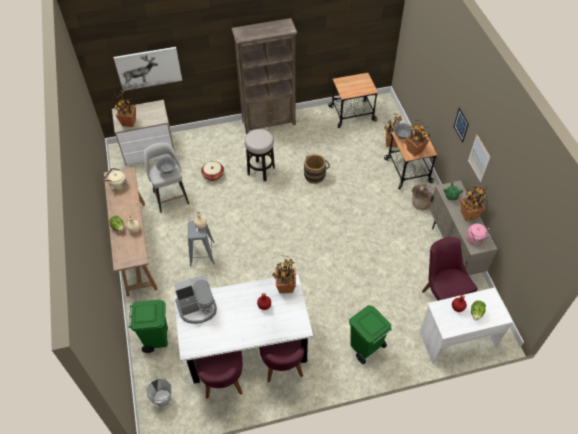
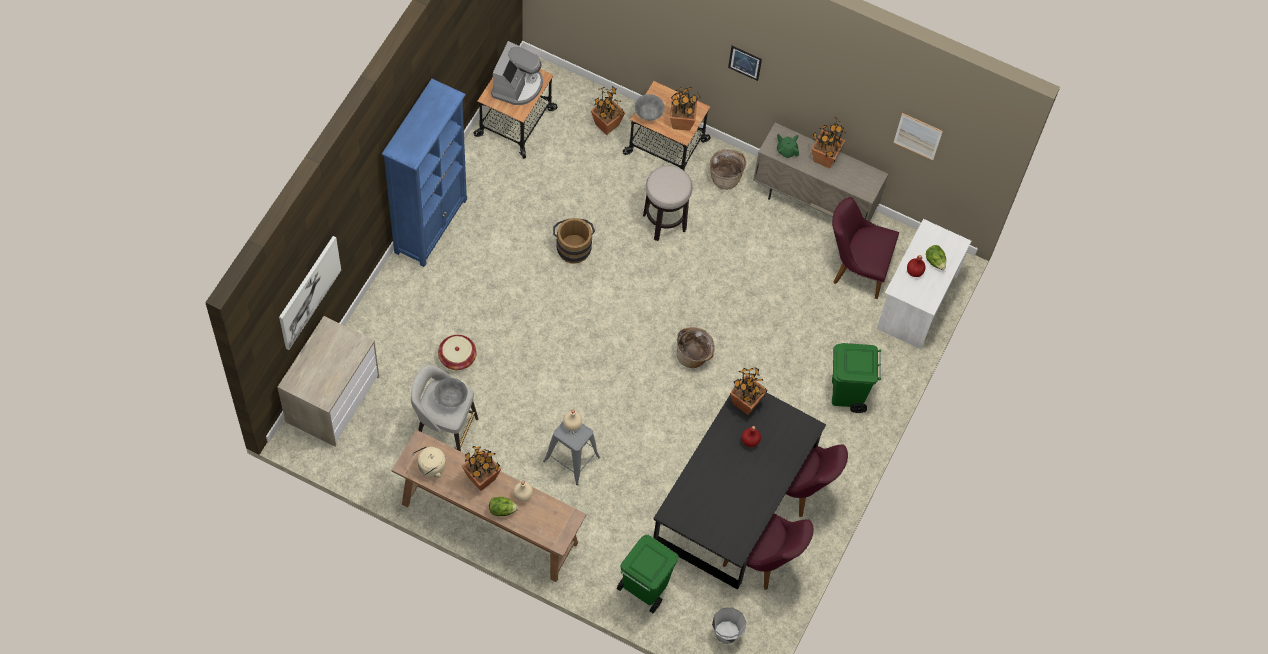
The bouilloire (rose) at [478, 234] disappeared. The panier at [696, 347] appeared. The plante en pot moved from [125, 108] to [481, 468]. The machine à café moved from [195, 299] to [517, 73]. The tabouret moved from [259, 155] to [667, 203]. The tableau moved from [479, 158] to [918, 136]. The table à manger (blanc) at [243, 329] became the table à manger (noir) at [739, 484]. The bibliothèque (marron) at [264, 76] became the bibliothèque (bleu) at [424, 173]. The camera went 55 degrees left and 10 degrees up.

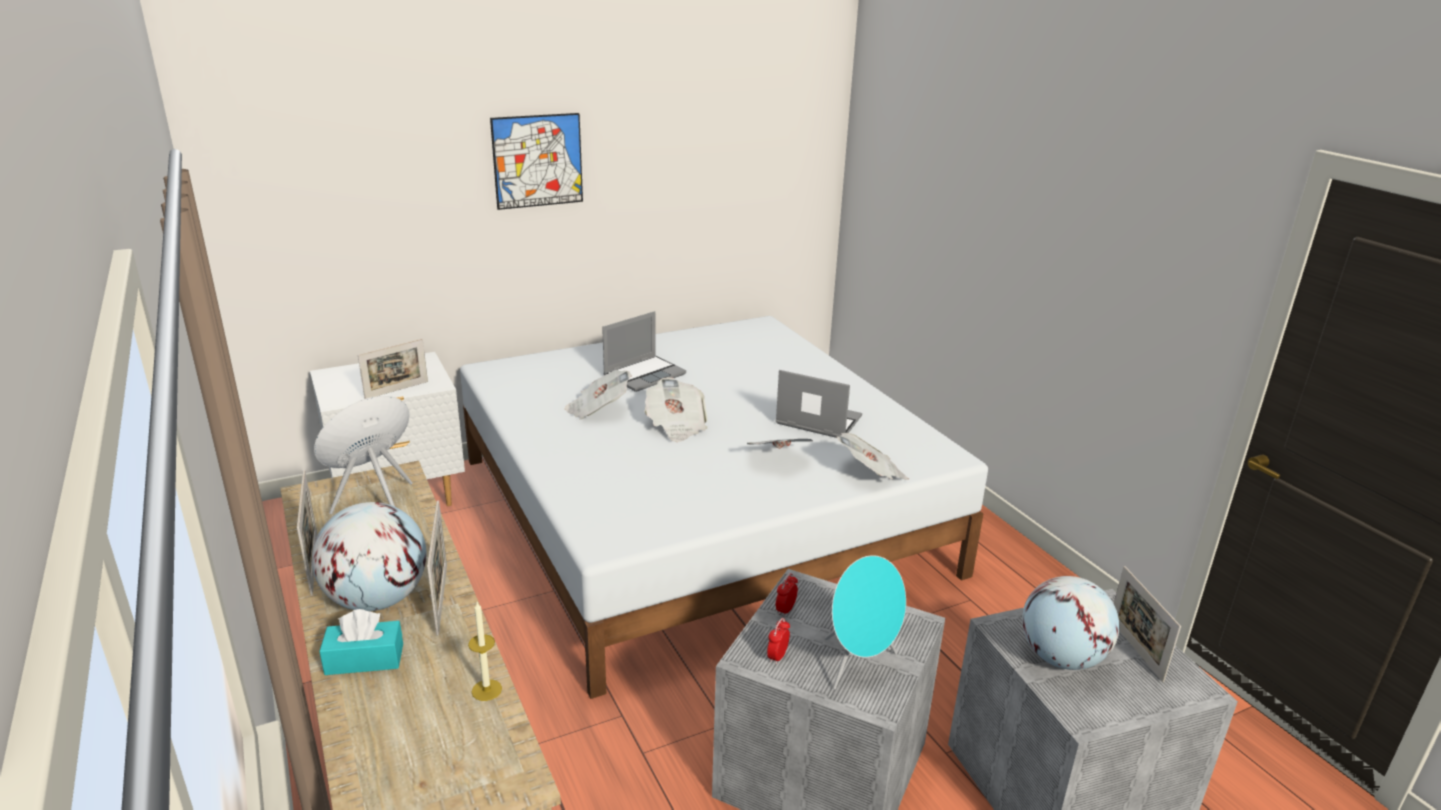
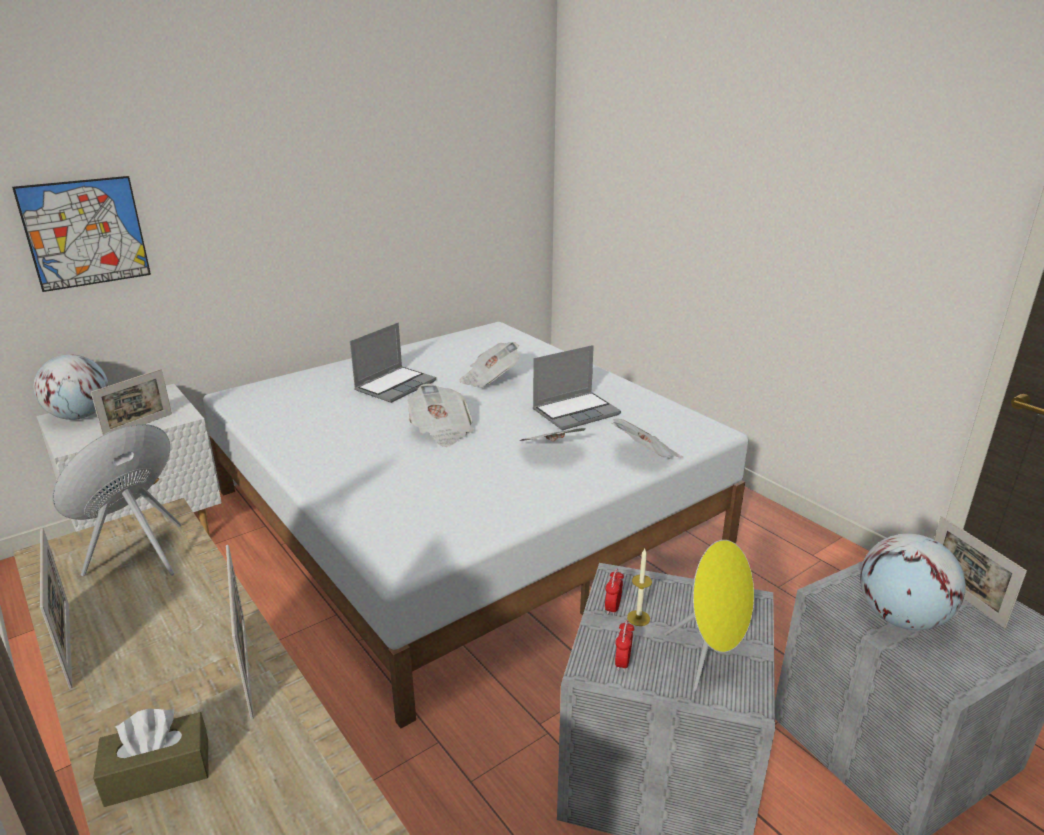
The globe moved from [369, 556] to [70, 387]. The bougie moved from [485, 651] to [639, 587]. The tableau moved from [536, 161] to [81, 234]. The journal moved from [598, 395] to [490, 365]. The boîte à mouchoirs (turquoise) at [361, 642] became the boîte à mouchoirs (marron) at [150, 757]. The enceinte (turquoise) at [865, 622] became the enceinte (jaune) at [709, 615]. The ordinateur portable at [818, 404] turned 135 degrees clockwise. The camera went 10 degrees left and 0 degrees up.

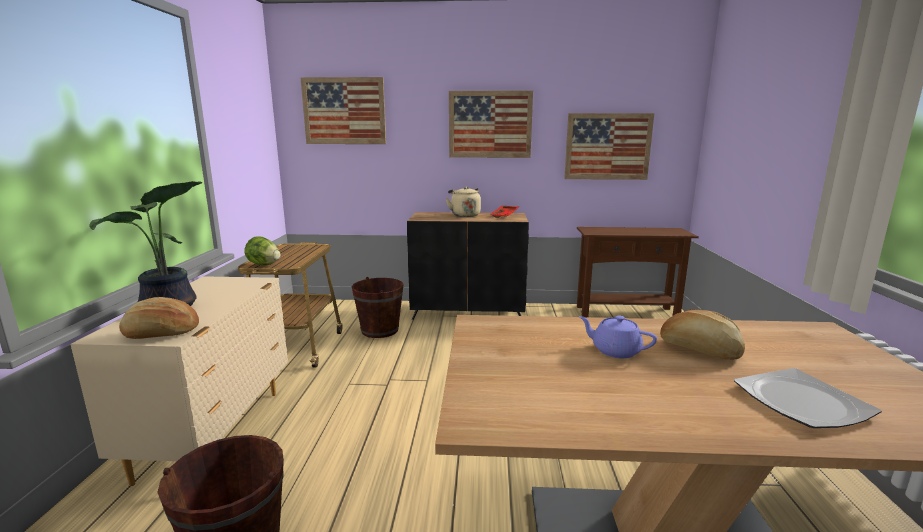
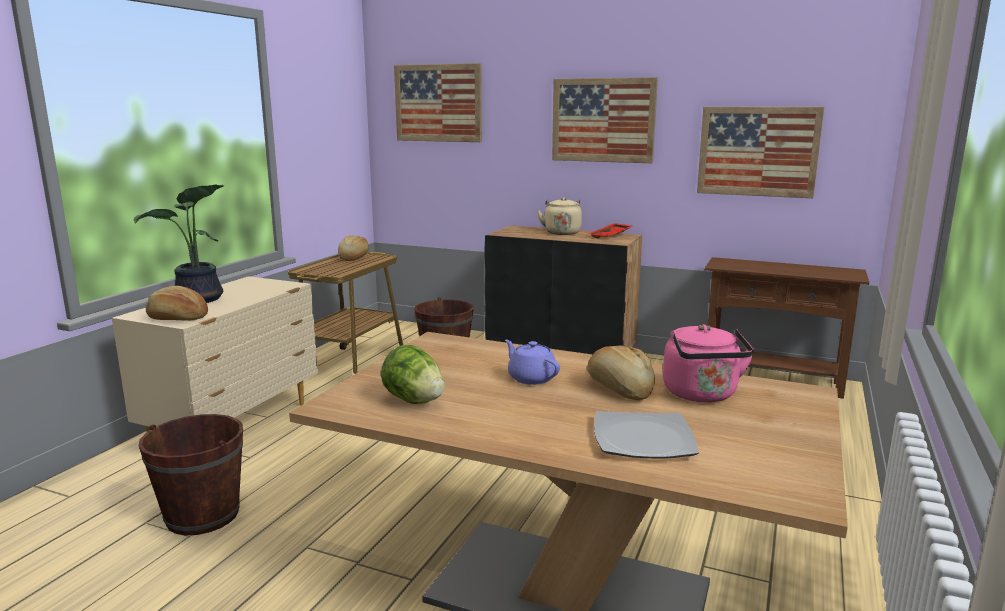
The pain at [353, 248] appeared. The bouilloire (rose) at [709, 363] appeared. The laitue moved from [262, 250] to [413, 374]. The camera went 20 degrees right and 0 degrees up.

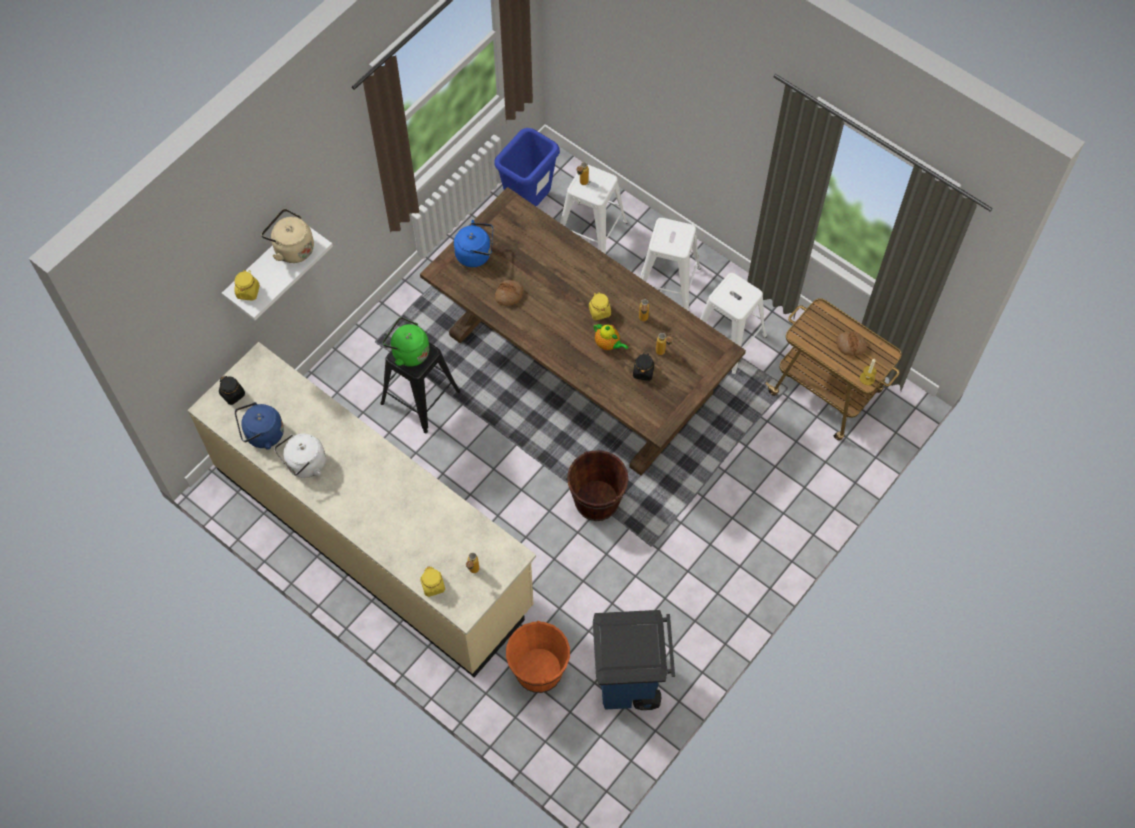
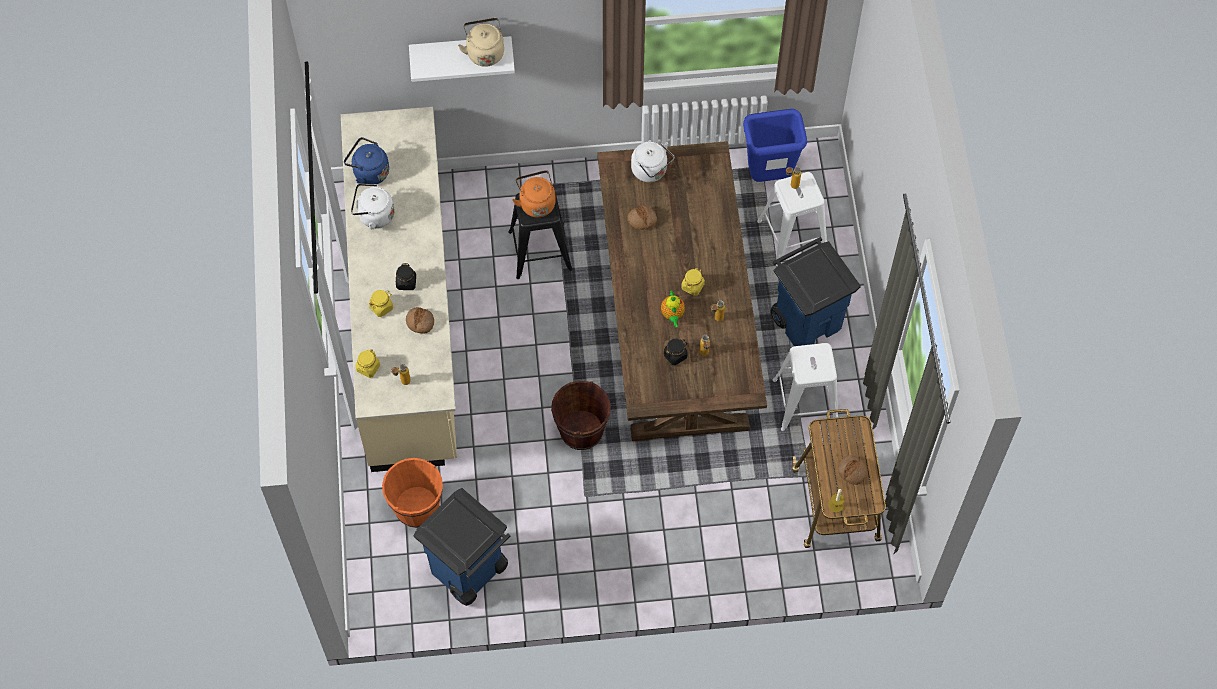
The pain at [420, 320] appeared. The bocal (noir) moved from [232, 390] to [406, 276]. The bocal (jaune) moved from [247, 285] to [381, 303]. The tabouret (blanc) at [671, 264] was replaced by the poubelle (bleu) at [815, 291]. The bouilloire (vert) at [406, 341] became the bouilloire (orange) at [534, 193]. The bouilloire (bleu) at [473, 243] became the bouilloire (blanc) at [652, 162]. The camera went 45 degrees right and 0 degrees up.

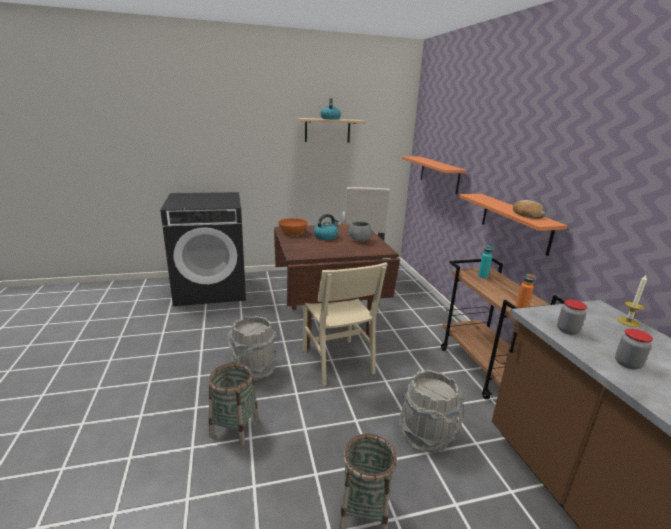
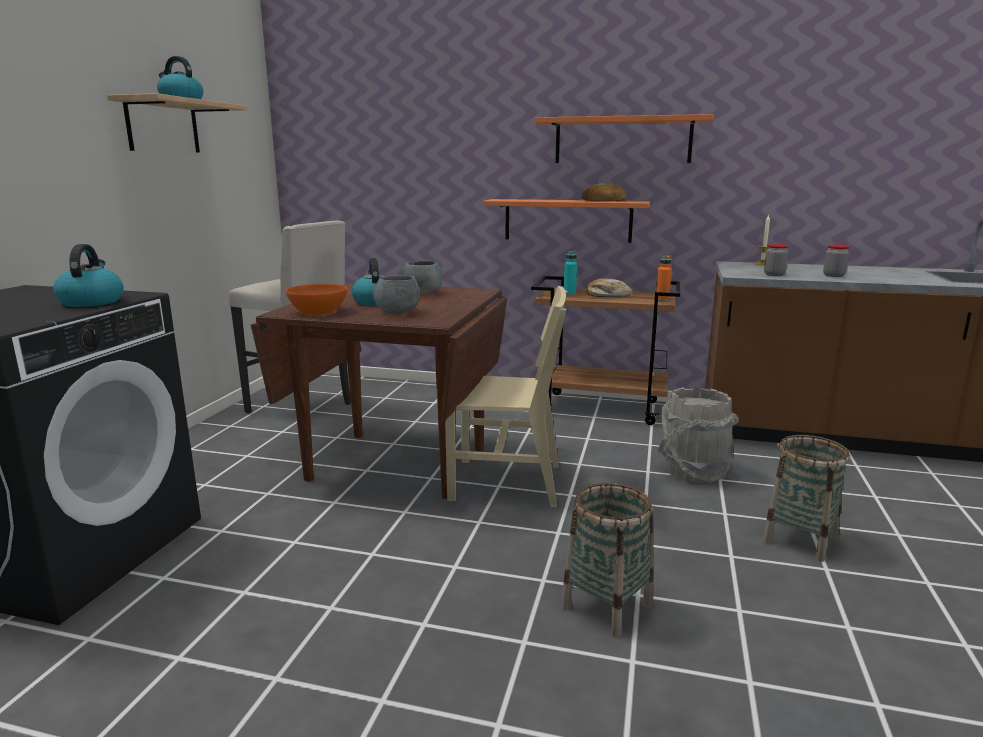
The seau (gris) at [252, 348] disappeared. The bouilloire at [88, 275] appeared. The bol (gris) at [397, 294] appeared. The pain at [609, 288] appeared. The étagère (orange) moved from [434, 175] to [624, 138]. The camera went 60 degrees left and 5 degrees down.

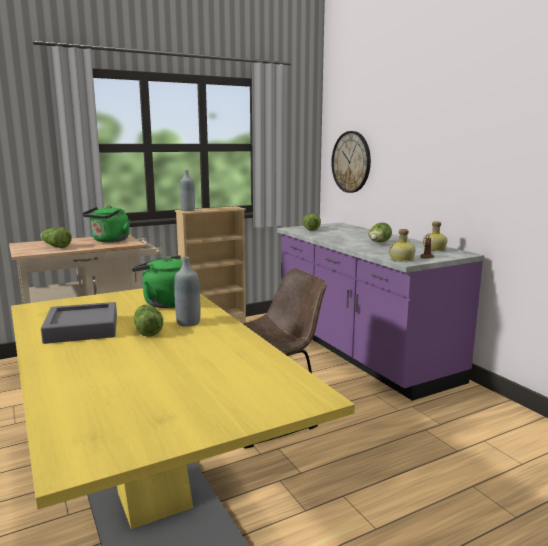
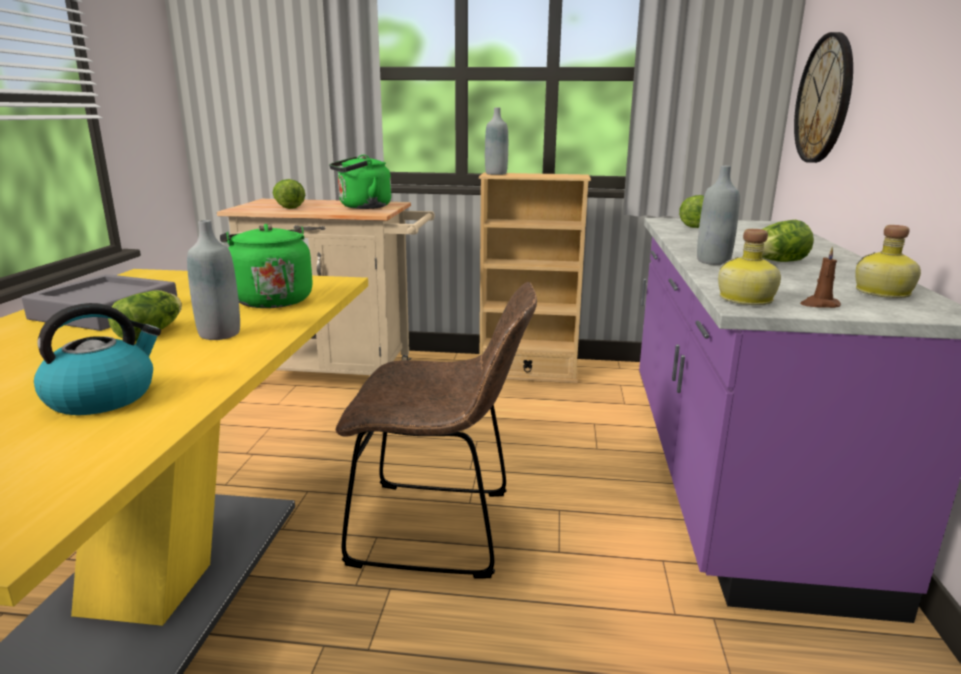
The bouilloire at [97, 359] appeared. The bouteille (gris) at [718, 215] appeared. The camera went 35 degrees right and 5 degrees up.

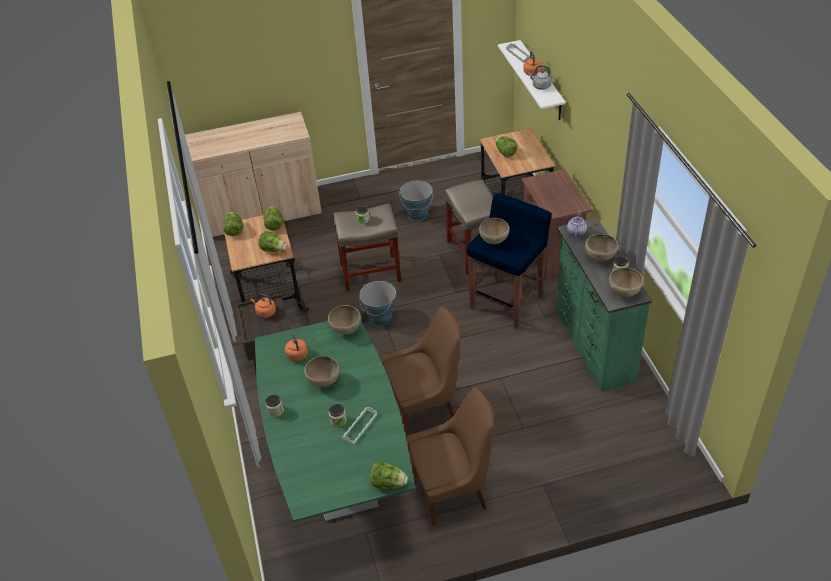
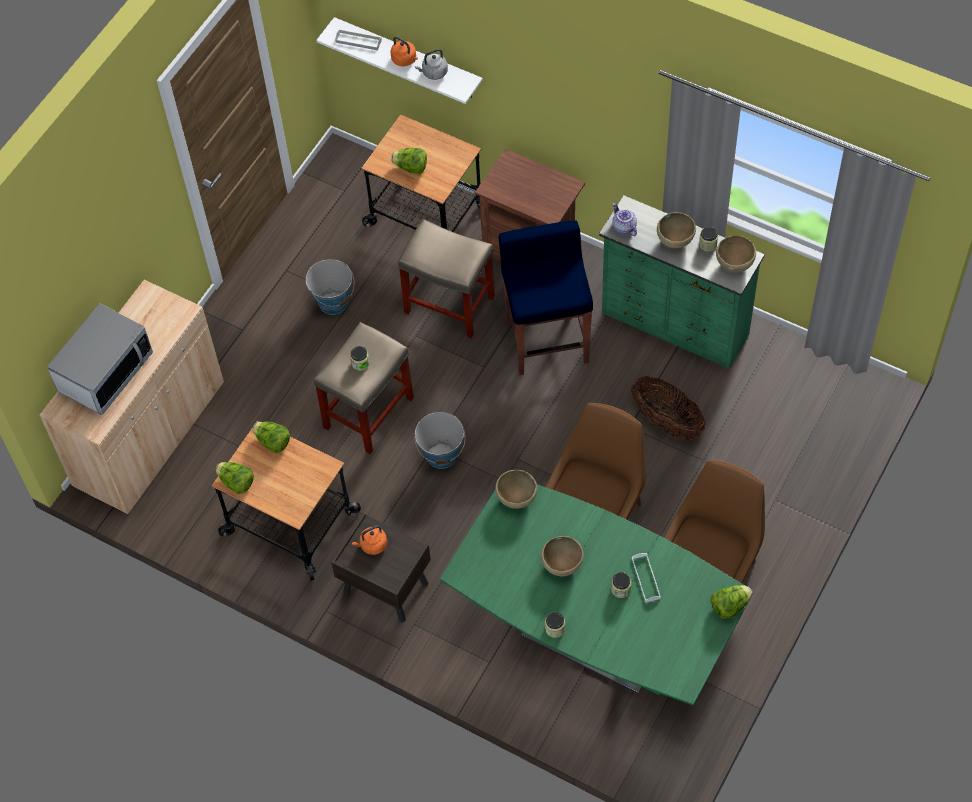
The laitue at [272, 241] disappeared. The bouilloire (orange) at [296, 346] disappeared. The bol (marron) at [494, 231] disappeared. The micro-ondes at [100, 359] appeared. The panier at [668, 408] appeared. The camera went 45 degrees left and 15 degrees up.

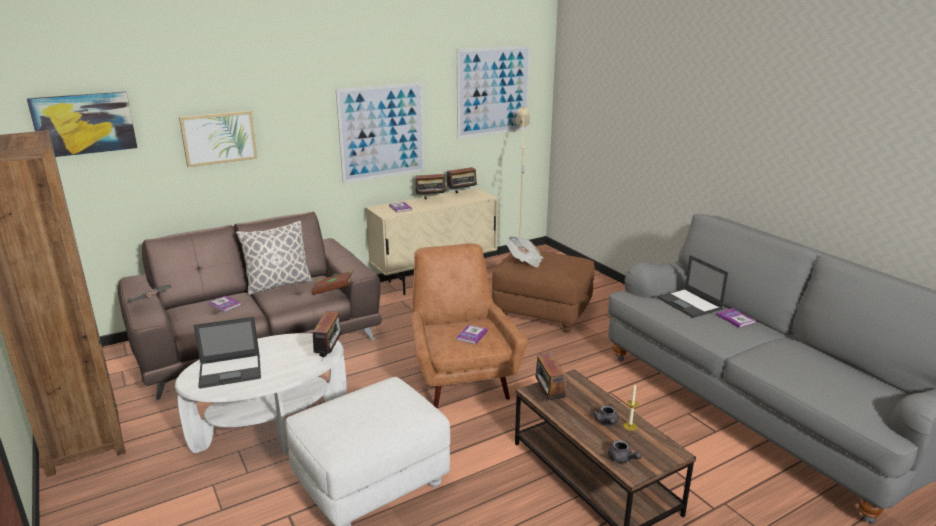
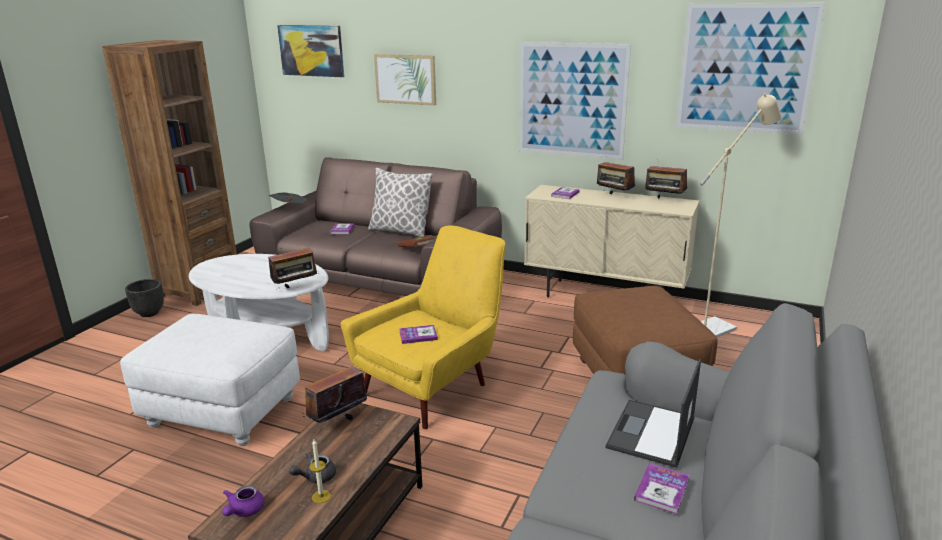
The ordinateur portable at [227, 353] disappeared. The journal at [525, 251] disappeared. The cache-pot (noir) at [144, 298] appeared. The fauteuil (marron) at [469, 326] became the fauteuil (jaune) at [423, 327]. The théière (gris) at [625, 451] became the théière (violet) at [243, 501]. The camera went 55 degrees right and 0 degrees up.

